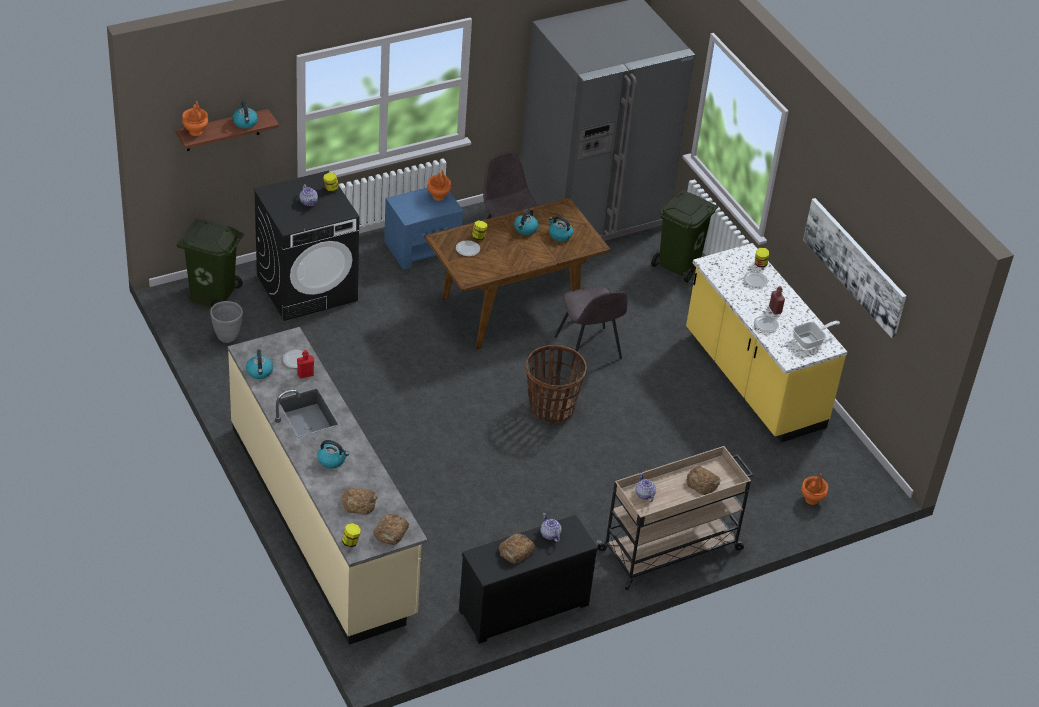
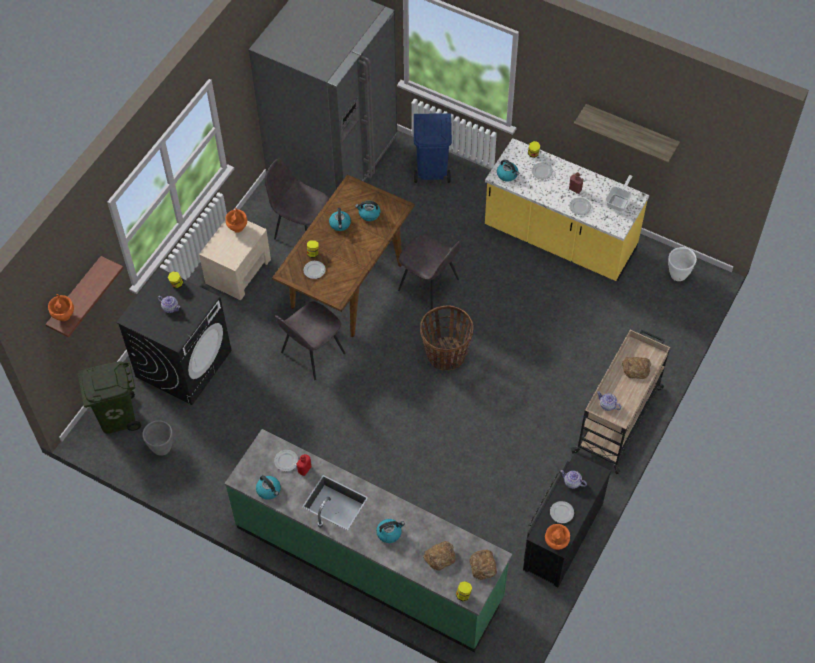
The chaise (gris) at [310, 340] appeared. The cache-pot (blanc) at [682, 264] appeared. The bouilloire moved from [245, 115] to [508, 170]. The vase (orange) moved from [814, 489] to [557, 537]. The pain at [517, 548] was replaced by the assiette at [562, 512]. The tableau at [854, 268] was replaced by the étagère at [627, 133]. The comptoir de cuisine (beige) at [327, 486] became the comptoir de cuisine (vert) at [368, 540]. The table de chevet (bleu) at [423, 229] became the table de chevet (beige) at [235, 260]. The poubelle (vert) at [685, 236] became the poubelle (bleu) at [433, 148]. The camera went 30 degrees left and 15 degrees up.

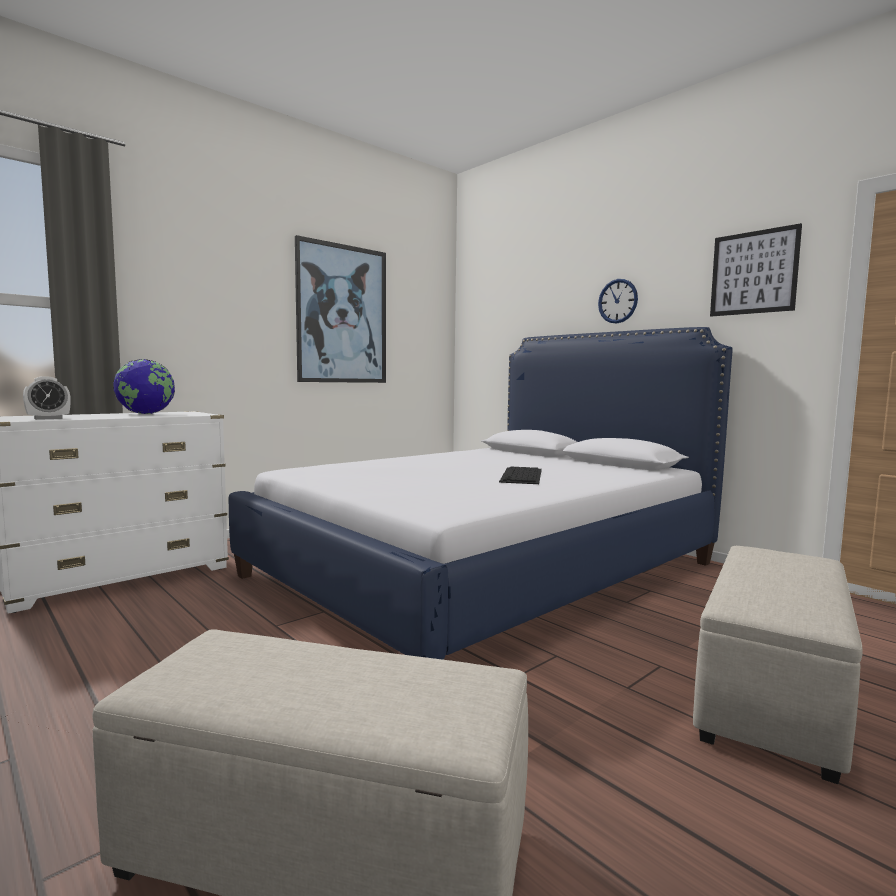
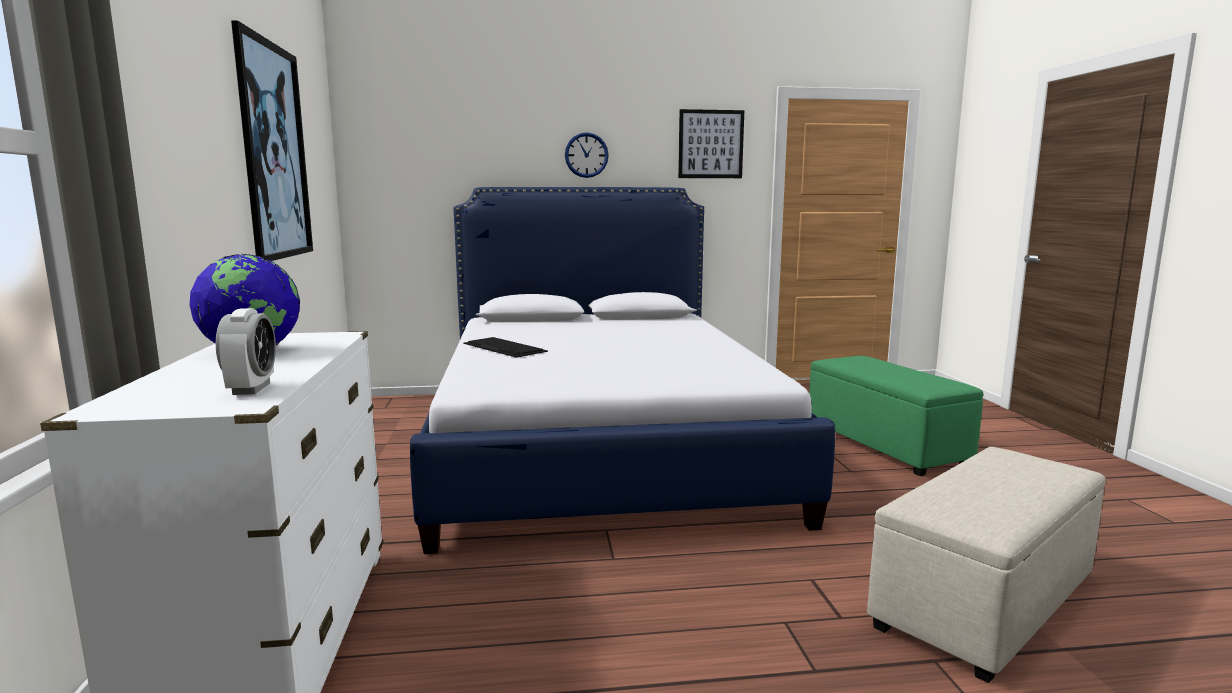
The clavier moved from [520, 475] to [505, 347]. The pouf (beige) at [778, 665] became the pouf (vert) at [896, 416]. The camera went 55 degrees left and 5 degrees up.

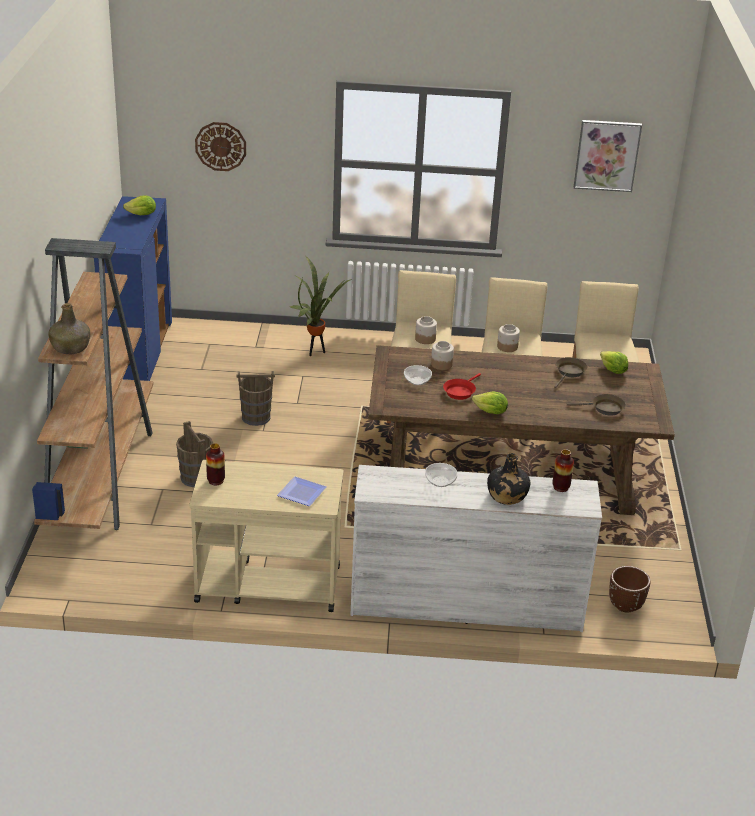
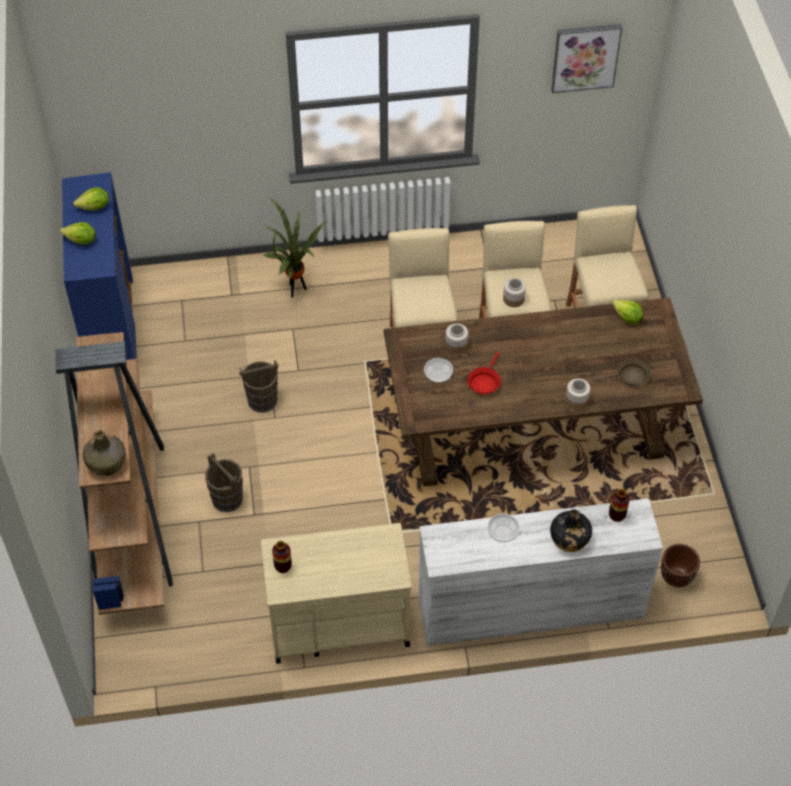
The horloge murale at [220, 146] disappeared. The assiette at [302, 491] disappeared. The poêle (marron) at [570, 372] disappeared. The bocal moved from [426, 330] to [578, 393]. The laitue moved from [490, 402] to [78, 233]. The camera went 10 degrees left and 20 degrees up.

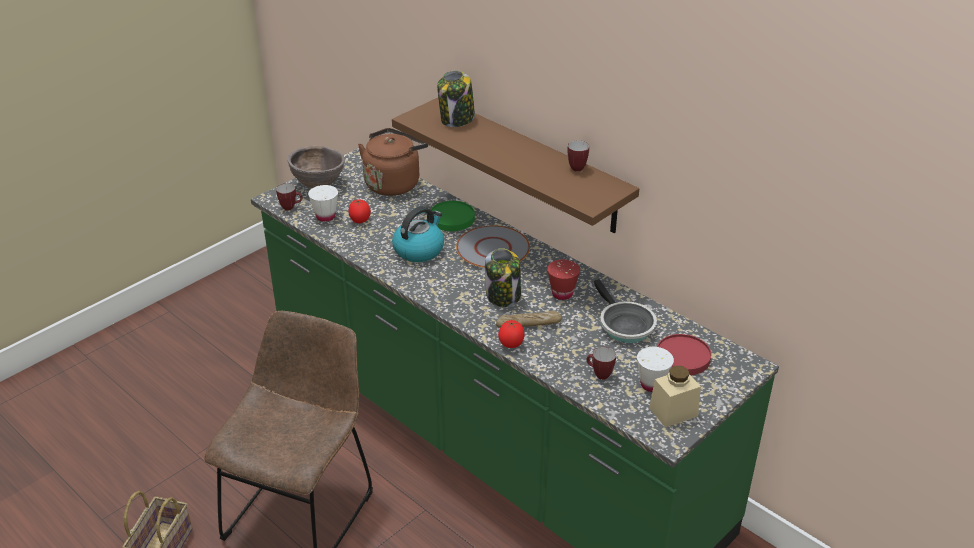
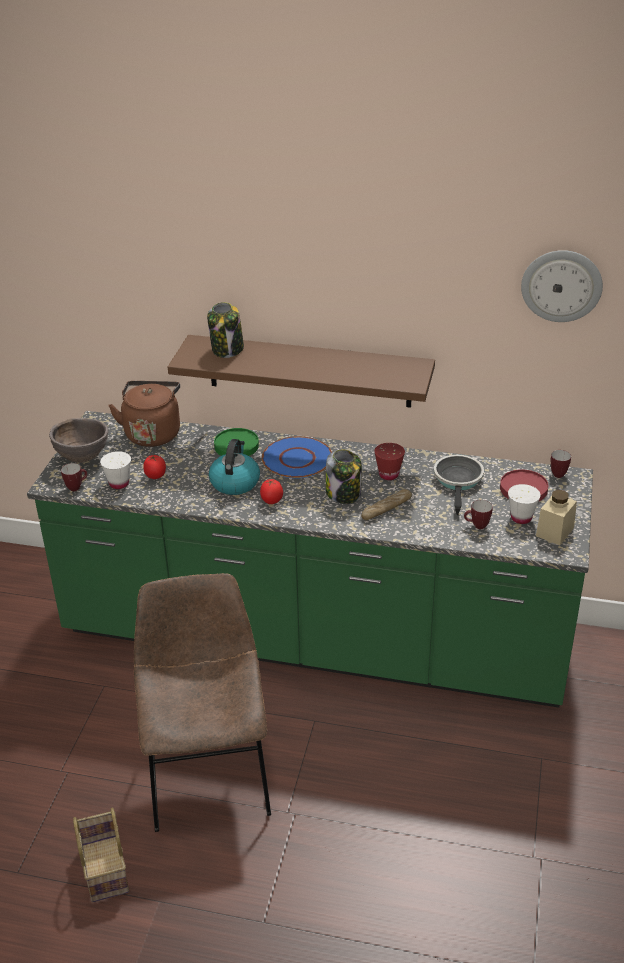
The horloge murale at [562, 286] appeared. The tomate moved from [511, 333] to [271, 491]. The mug moved from [578, 156] to [561, 464]. The assiette (gris) at [493, 247] became the assiette (bleu) at [297, 457]. The poêle at [625, 311] turned 120 degrees counterclockwise. The camera went 30 degrees left and 0 degrees up.

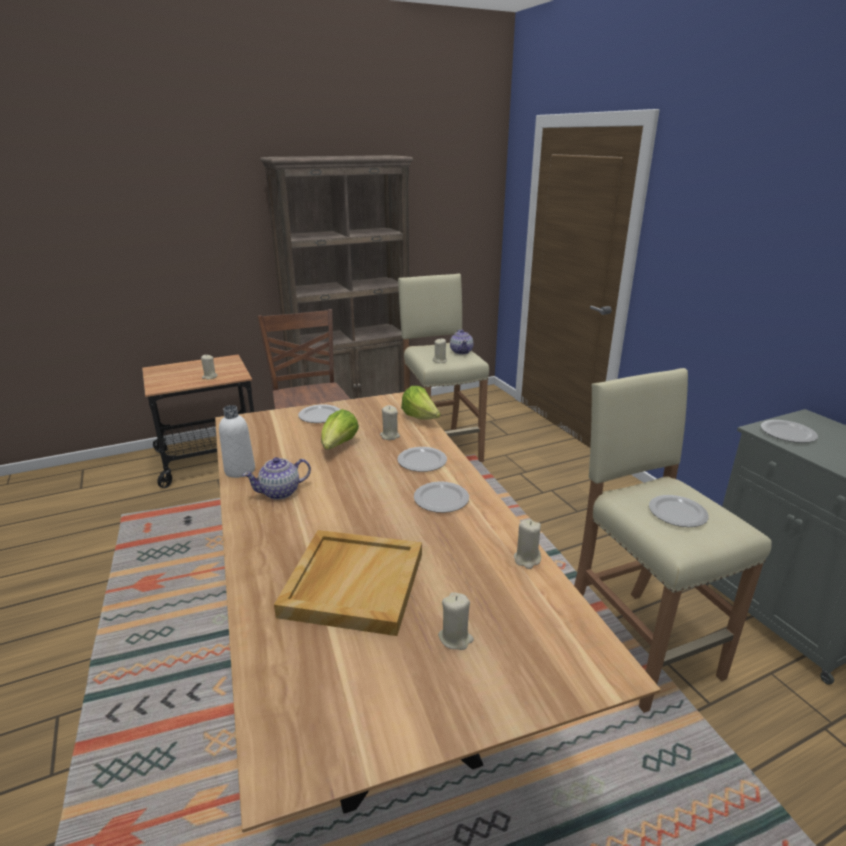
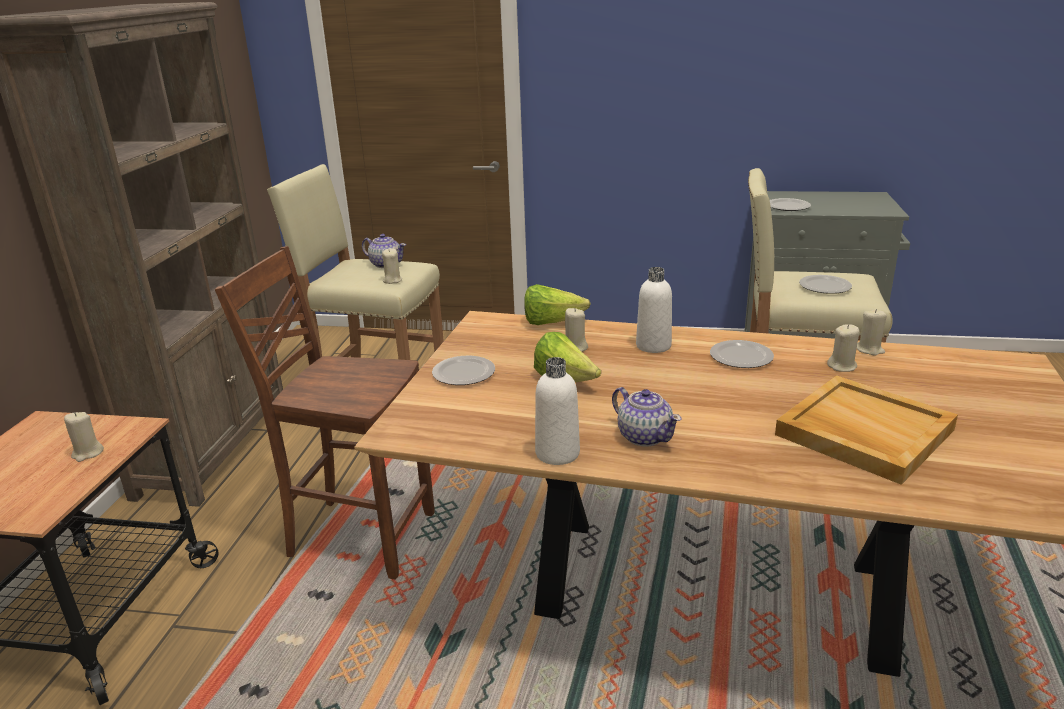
The bougie (beige) moved from [456, 621] to [843, 348]. The assiette at [422, 459] was replaced by the bouteille (blanc) at [654, 310]. The théière at [277, 478] turned 45 degrees counterclockwise. The camera went 55 degrees left and 0 degrees up.

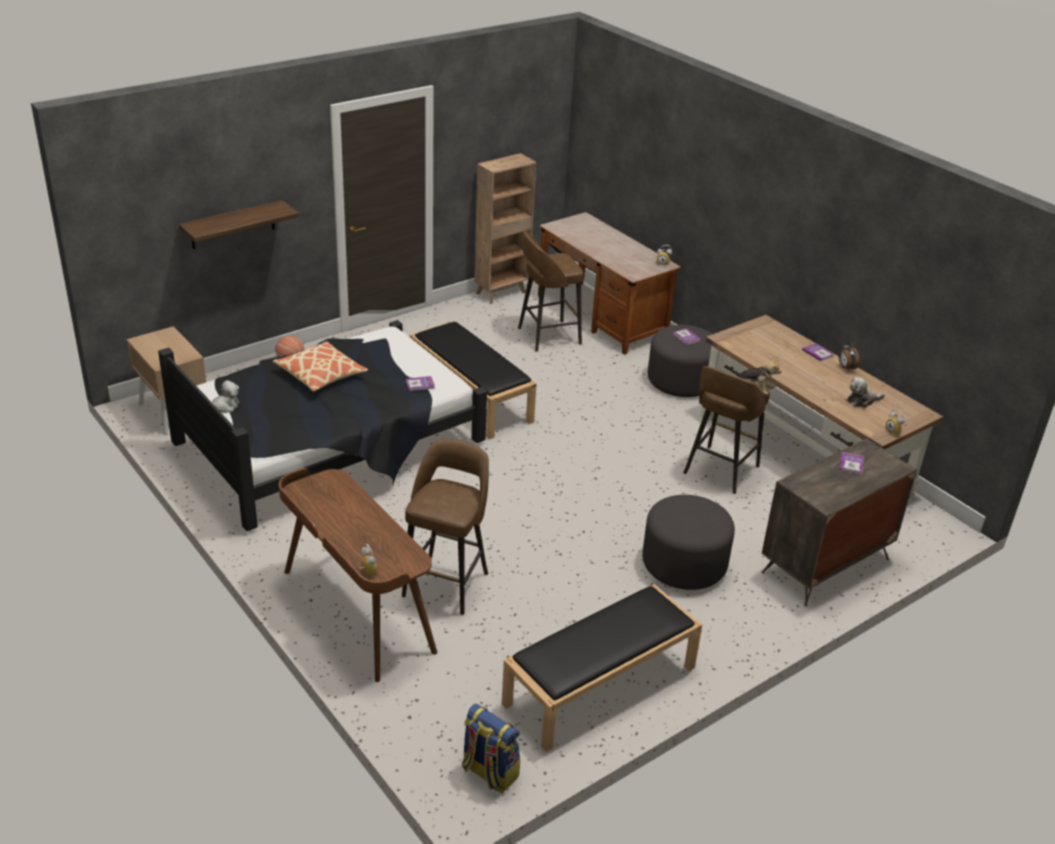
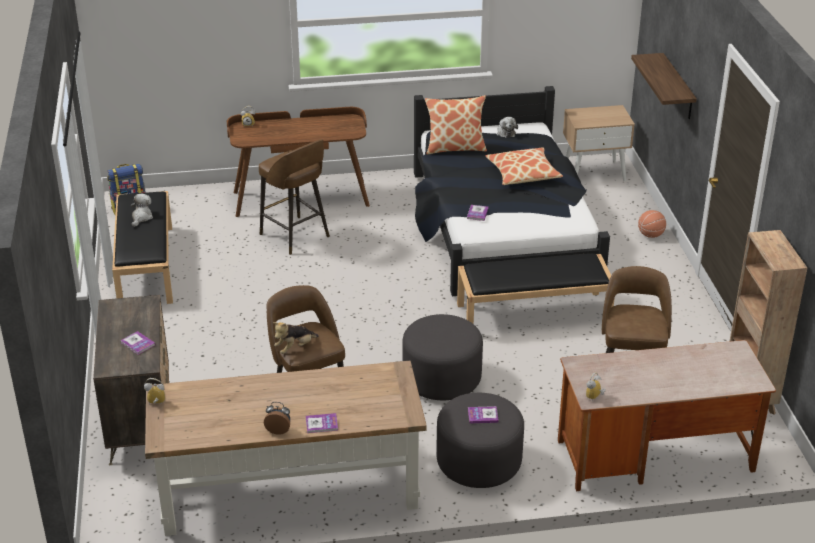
The coussin at [456, 124] appeared. The pouf (gris) moved from [688, 542] to [442, 357]. The peluche moved from [866, 392] to [142, 210]. The camera went 120 degrees right and 0 degrees up.

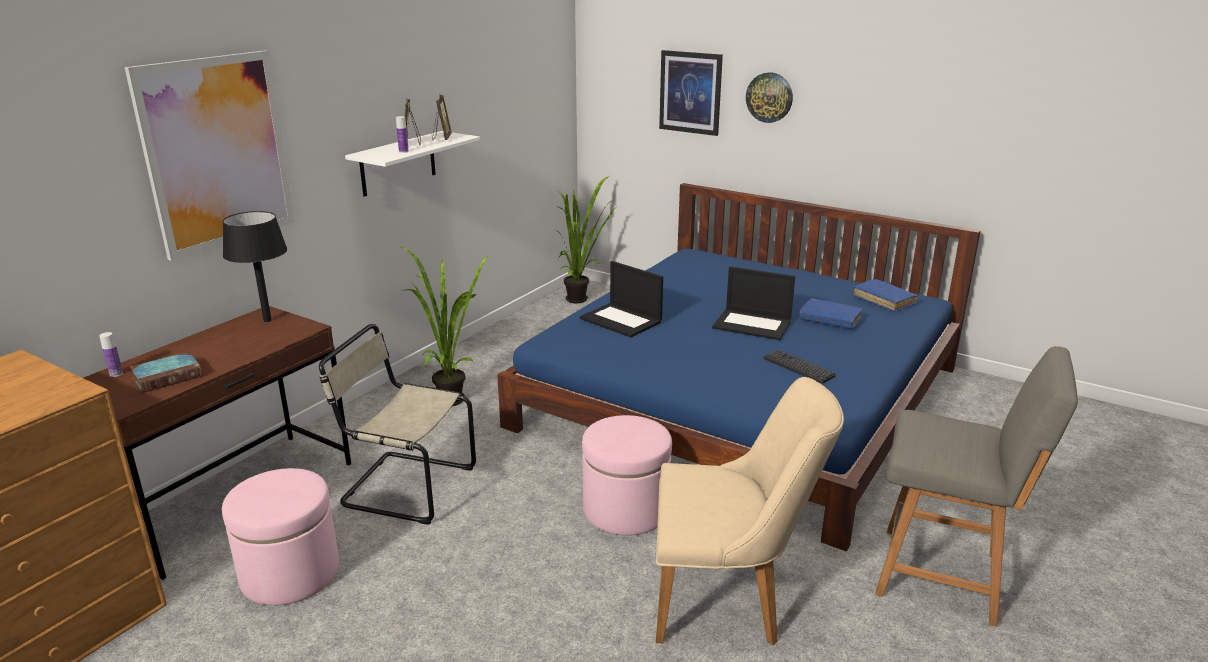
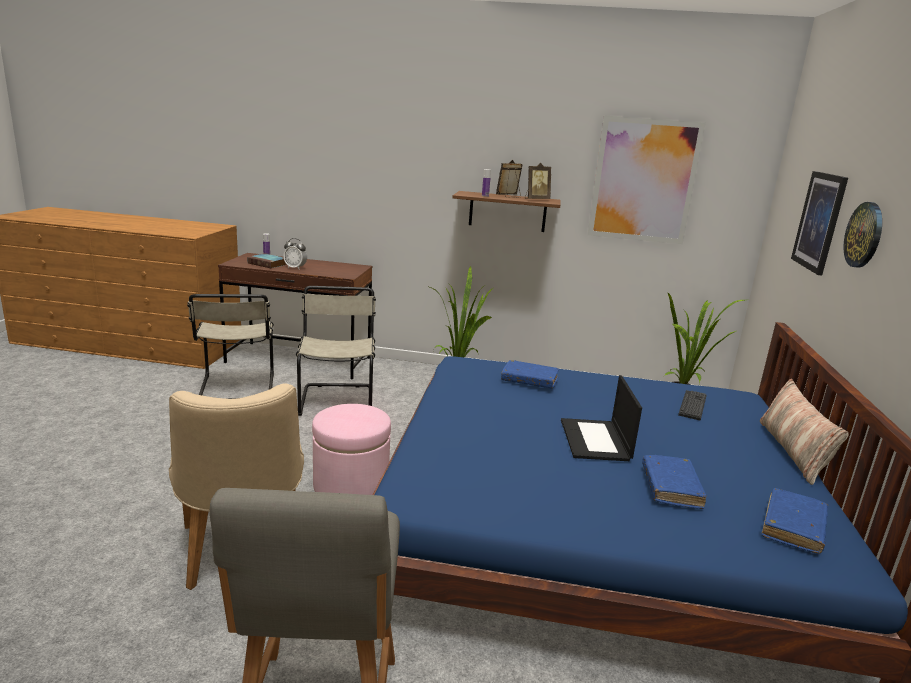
The lampe de table (noir) at [255, 266] disappeared. The réveil at [295, 254] appeared. The coussin at [804, 432] appeared. The tableau moved from [209, 155] to [647, 179]. The clavier moved from [800, 367] to [692, 405]. The pouf (rose) at [280, 537] was replaced by the chaise (beige) at [230, 346]. The ordinateur portable at [621, 299] was replaced by the livre (bleu) at [530, 374]. The étagère (blanc) at [412, 164] became the étagère (marron) at [506, 211]. The camera went 65 degrees right and 5 degrees down.

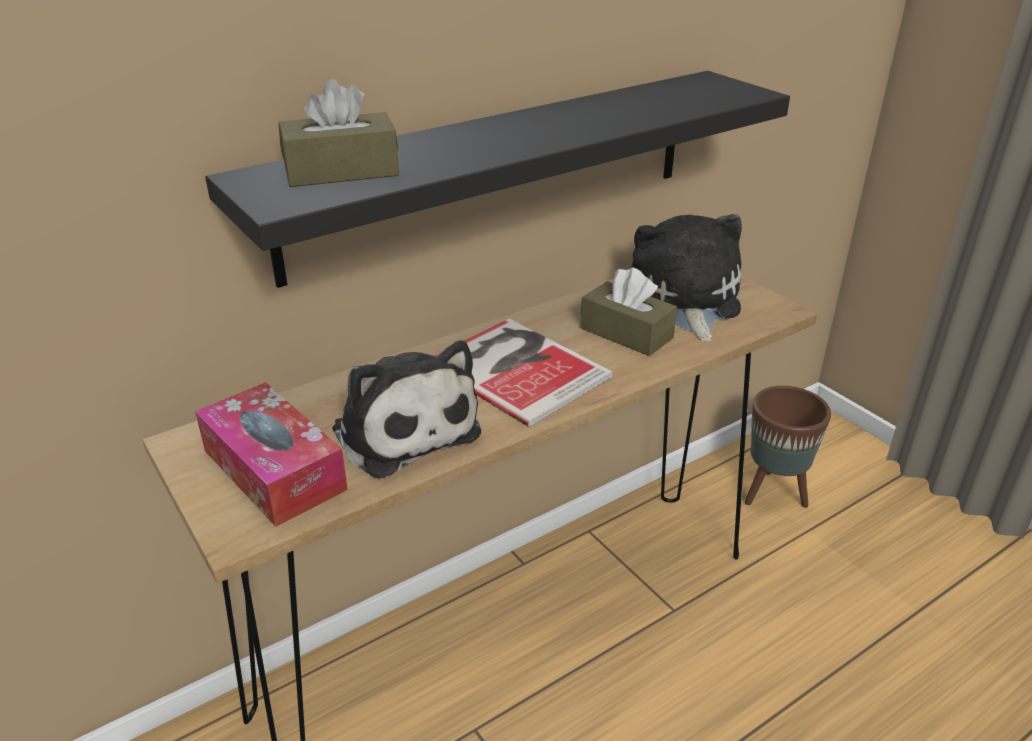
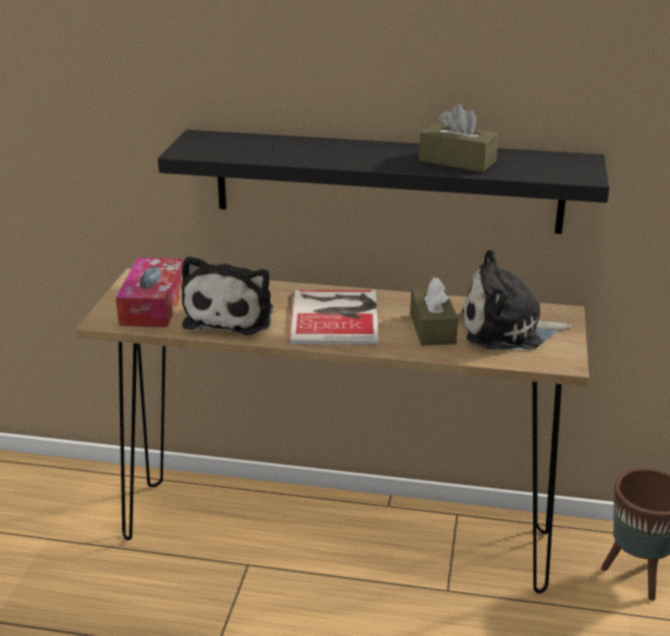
The boîte à mouchoirs (marron) moved from [339, 133] to [458, 138]. The peluche at [686, 278] turned 135 degrees counterclockwise. The camera went 45 degrees right and 5 degrees down.

